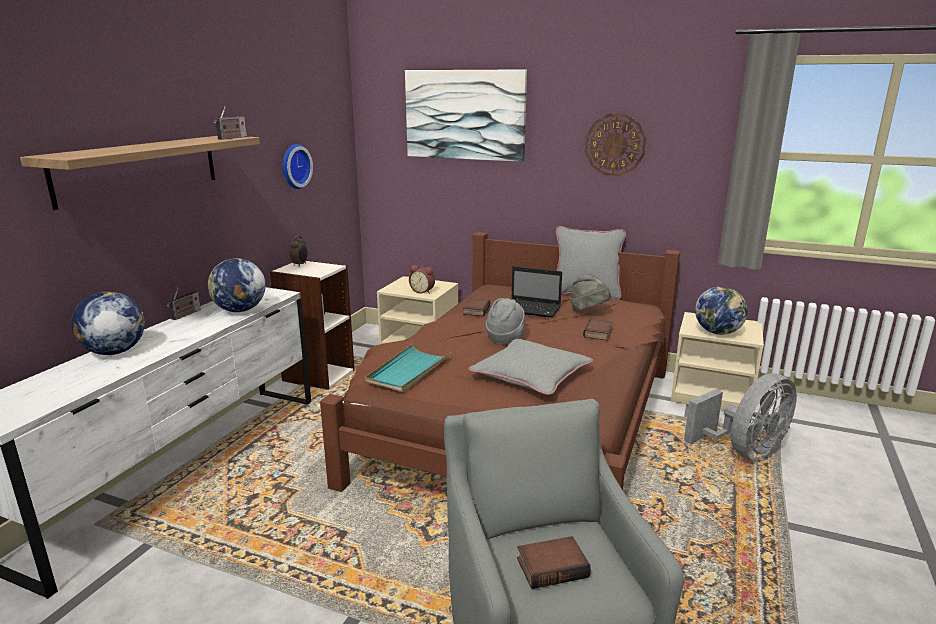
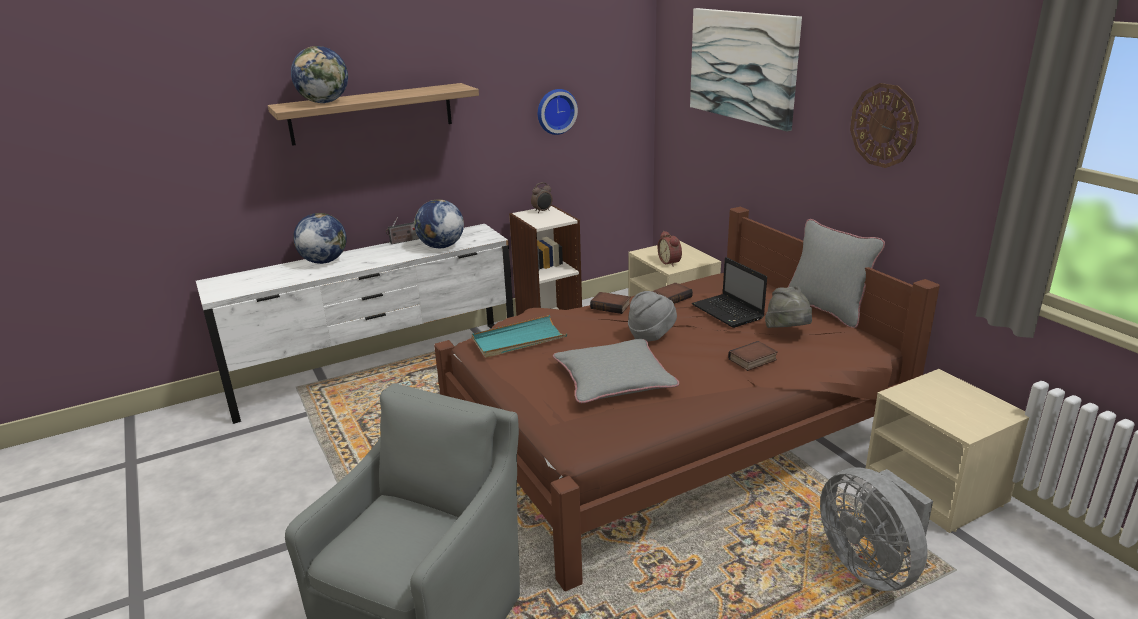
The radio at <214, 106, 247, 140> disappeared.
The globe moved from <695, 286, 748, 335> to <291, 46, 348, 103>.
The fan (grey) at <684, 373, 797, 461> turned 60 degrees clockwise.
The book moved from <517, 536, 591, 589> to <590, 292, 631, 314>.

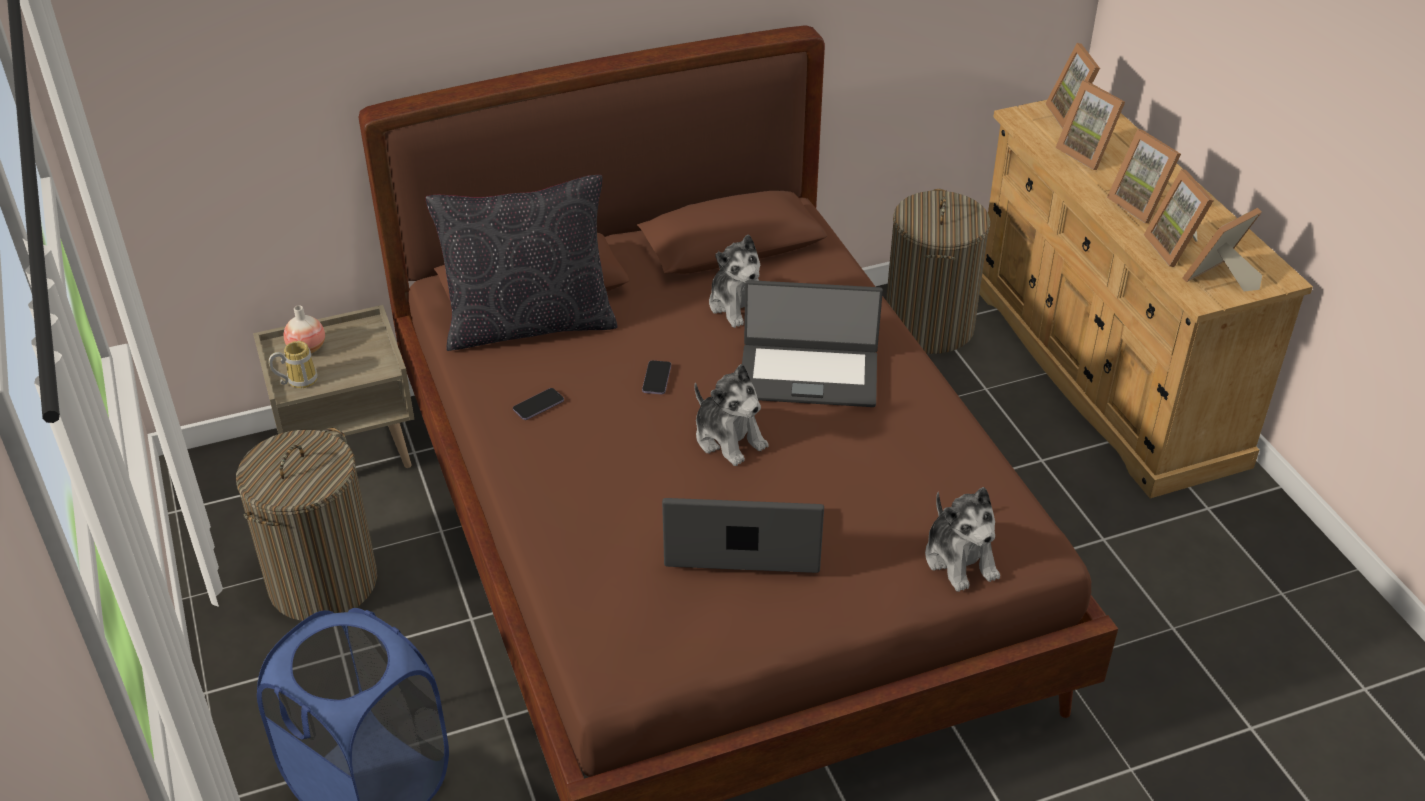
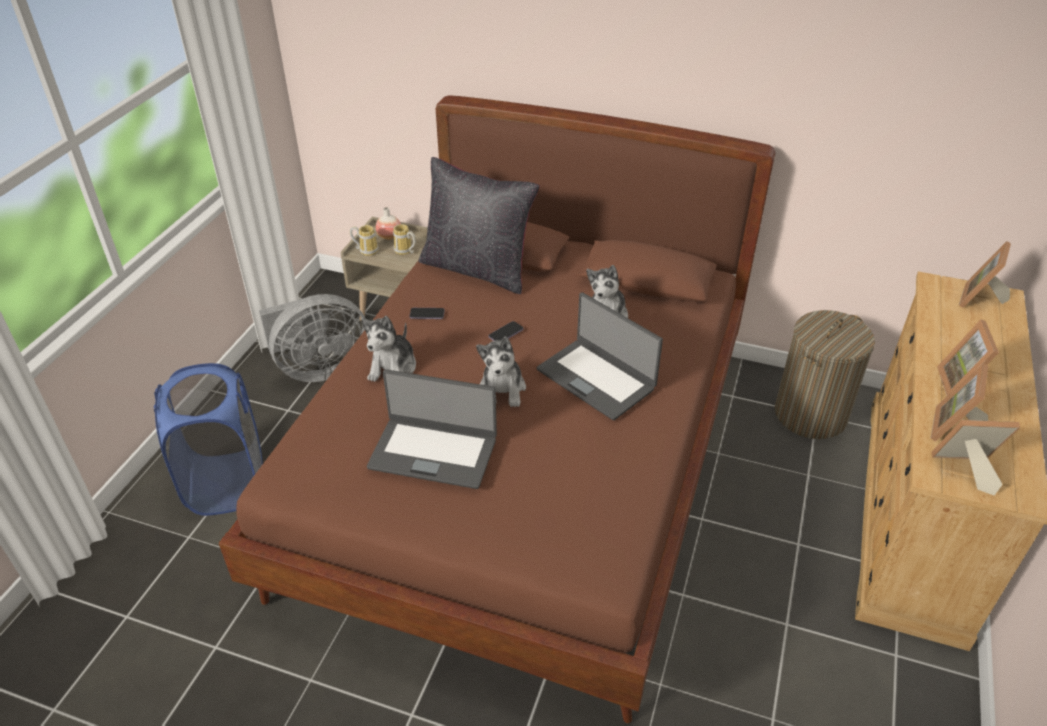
The picture frame at <1056, 80, 1125, 170> disappeared.
The laundry basket at <236, 428, 377, 621> was replaced by the fan (grey) at <259, 294, 366, 382>.
The plush toy moved from <925, 487, 1000, 592> to <361, 316, 416, 382>.
The laptop at <662, 498, 824, 573> turned 150 degrees clockwise.
The mug at <393, 224, 416, 255> appeared.

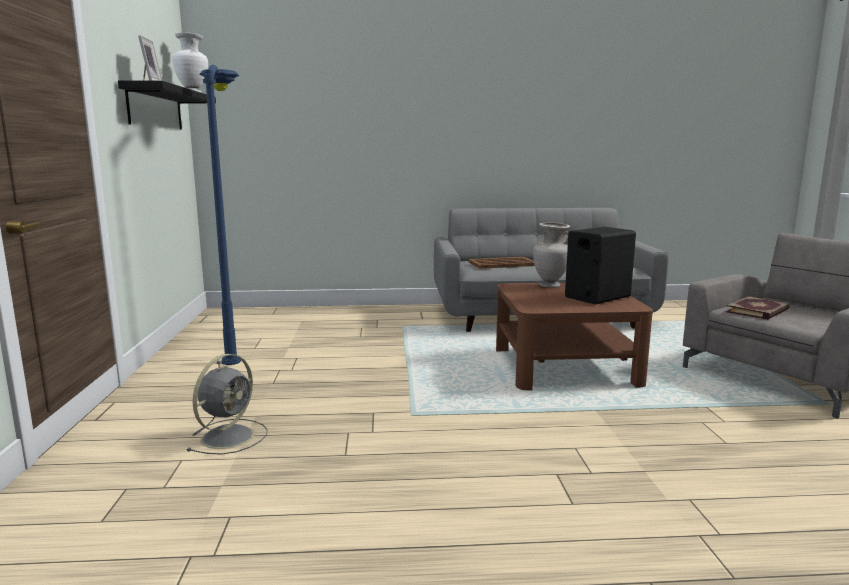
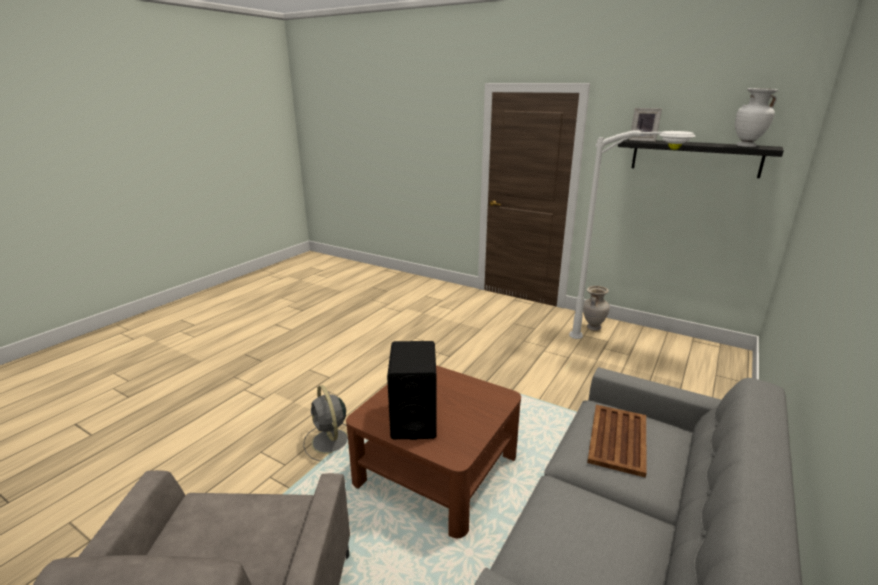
The floor lamp (blue) at <199, 65, 241, 365> became the floor lamp (white) at <569, 130, 696, 339>.
The vase (beige) moved from <533, 223, 570, 288> to <583, 286, 610, 331>.
The book at <726, 296, 790, 320> disappeared.
The fan (grey) moved from <186, 354, 267, 455> to <303, 385, 348, 461>.

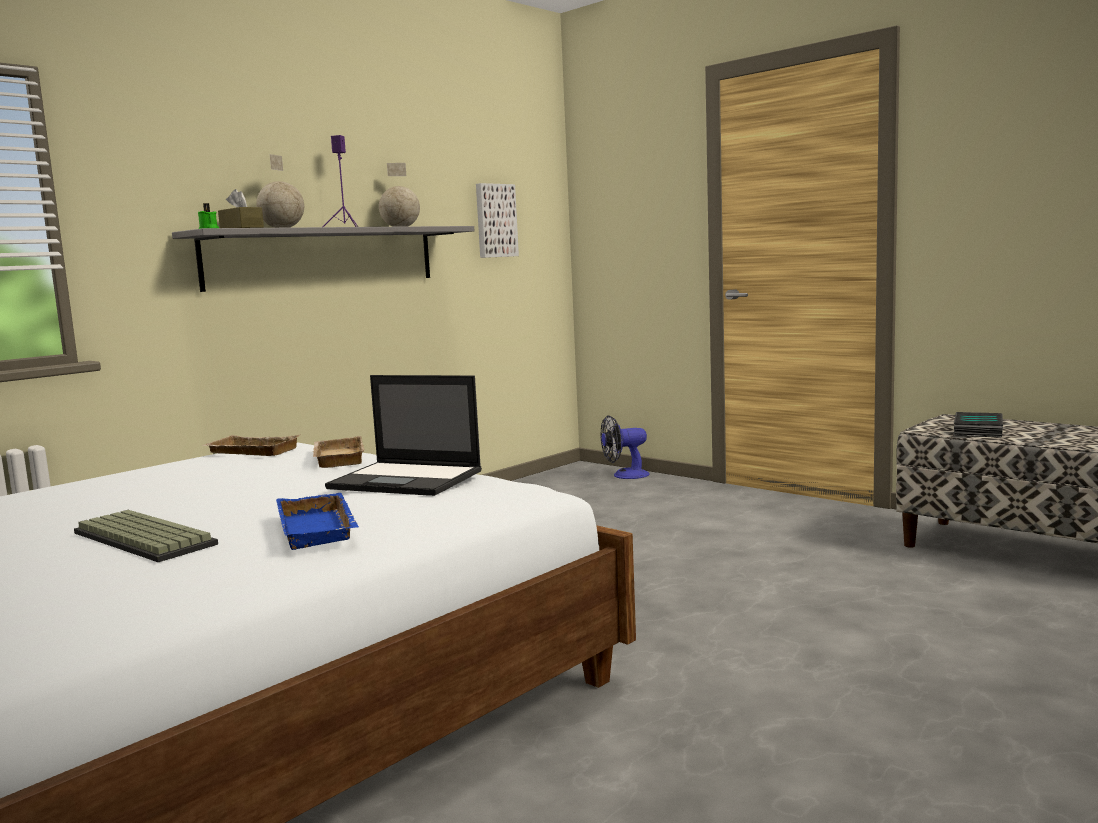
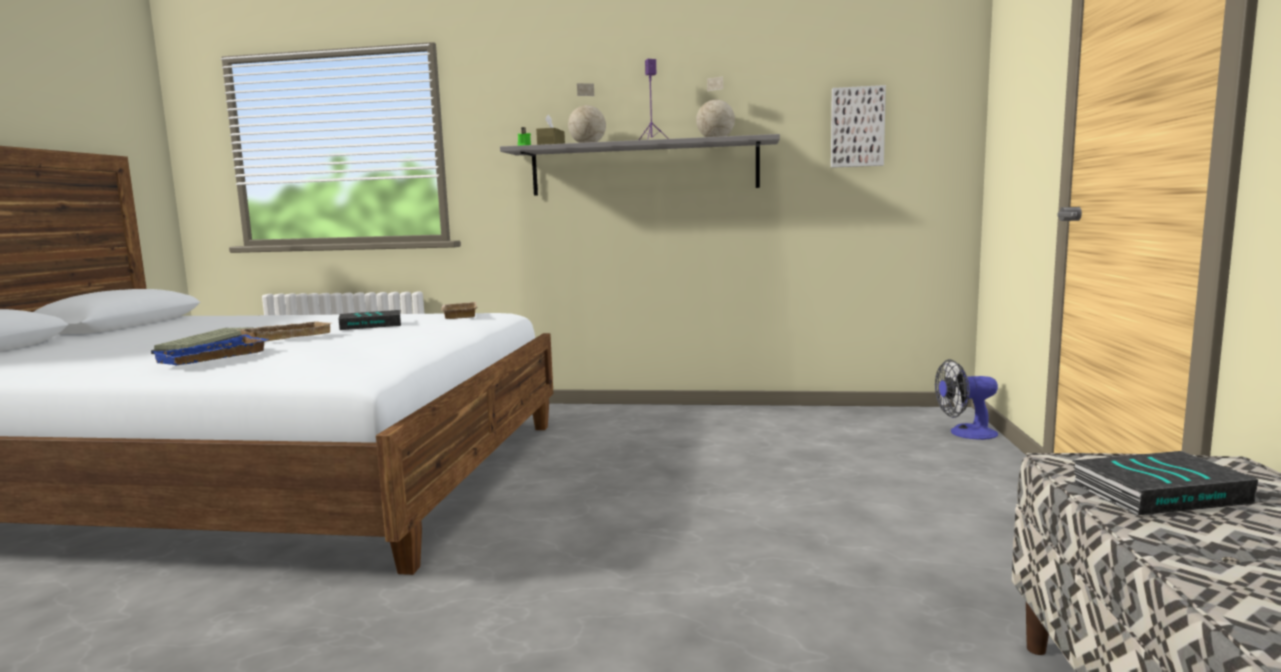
The laptop at <325, 375, 482, 496> disappeared.
The fan at <600, 415, 650, 479> turned 45 degrees counterclockwise.
The tray (beige) moved from <312, 436, 365, 468> to <236, 321, 331, 342>.
The book at <338, 310, 401, 330> appeared.

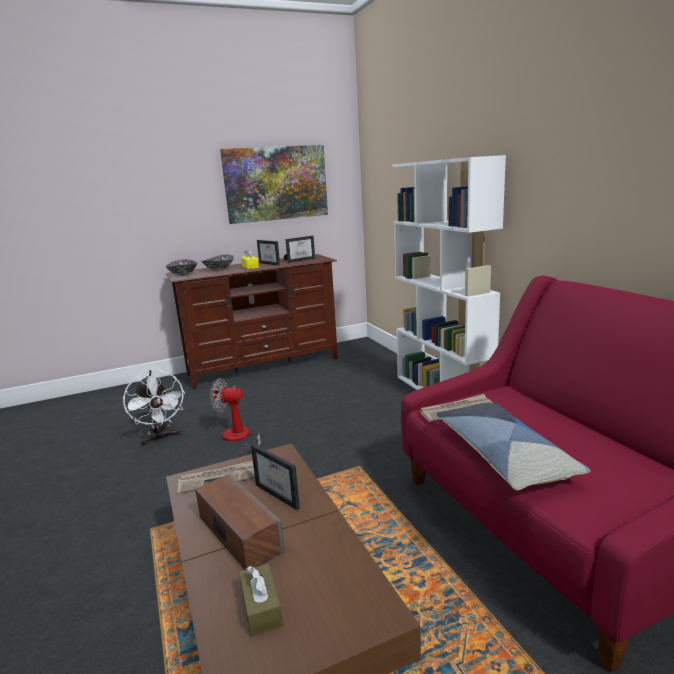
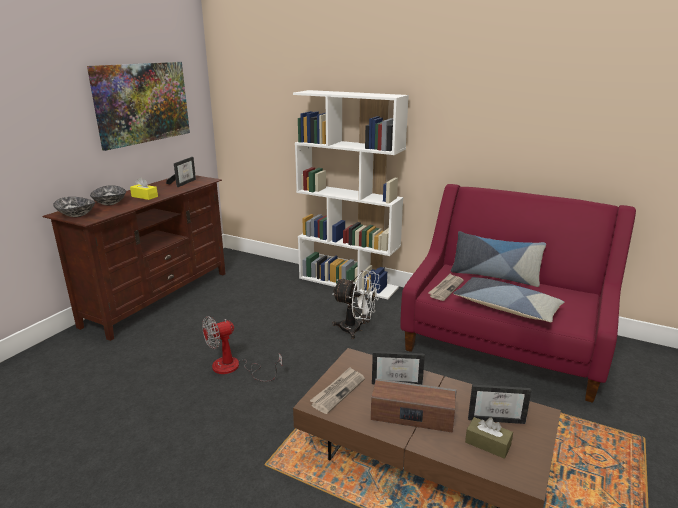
The picture frame moved from <257, 240, 280, 266> to <468, 385, 532, 424>.
The fan (white) moved from <123, 370, 185, 446> to <332, 270, 380, 339>.
The pillow at <451, 231, 546, 287> appeared.

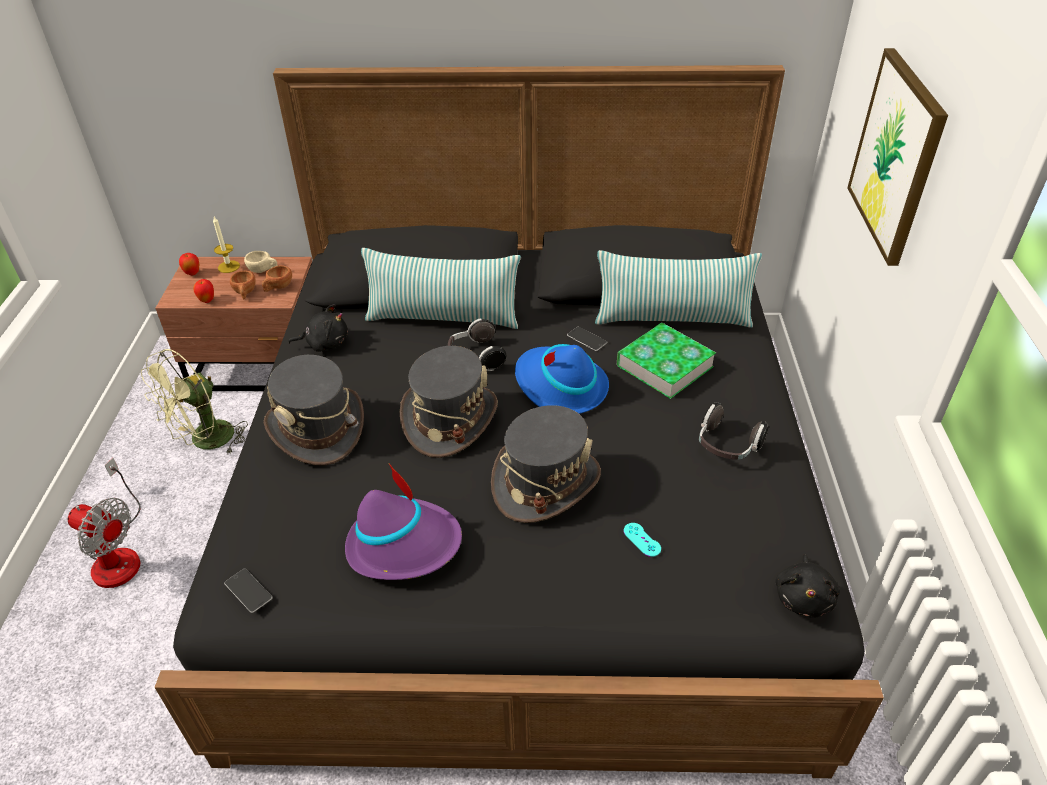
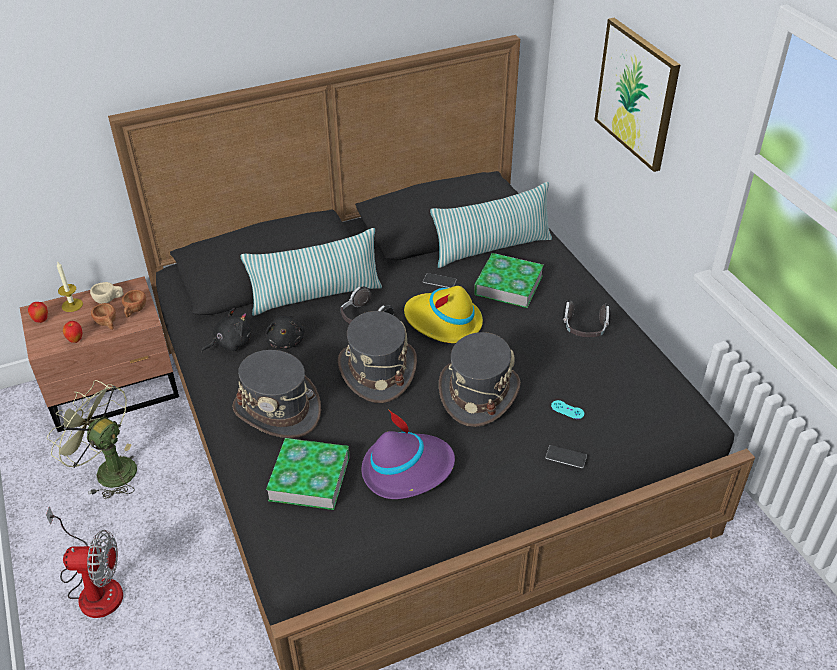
The hat (blue) at <515, 344, 609, 414> became the hat (yellow) at <404, 286, 483, 343>.
The fan (green) at <141, 349, 248, 454> turned 105 degrees clockwise.
The plush toy (black) moved from <775, 554, 840, 618> to <265, 316, 305, 349>.
The phone moved from <224, 569, 272, 613> to <545, 445, 587, 468>.
The book at <266, 438, 350, 510> appeared.

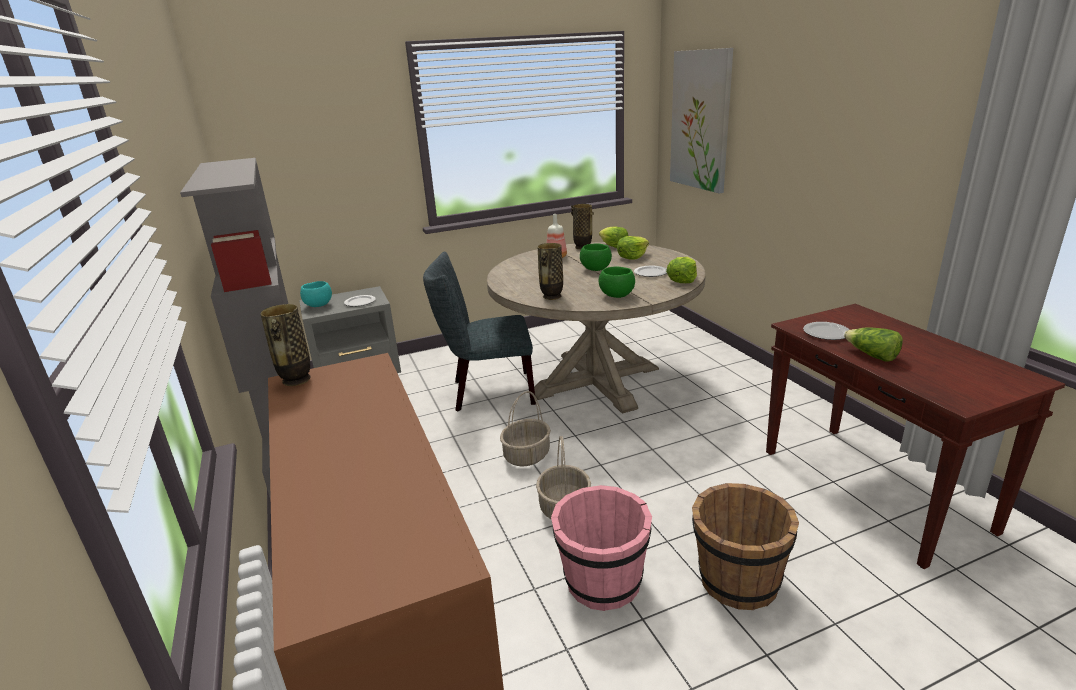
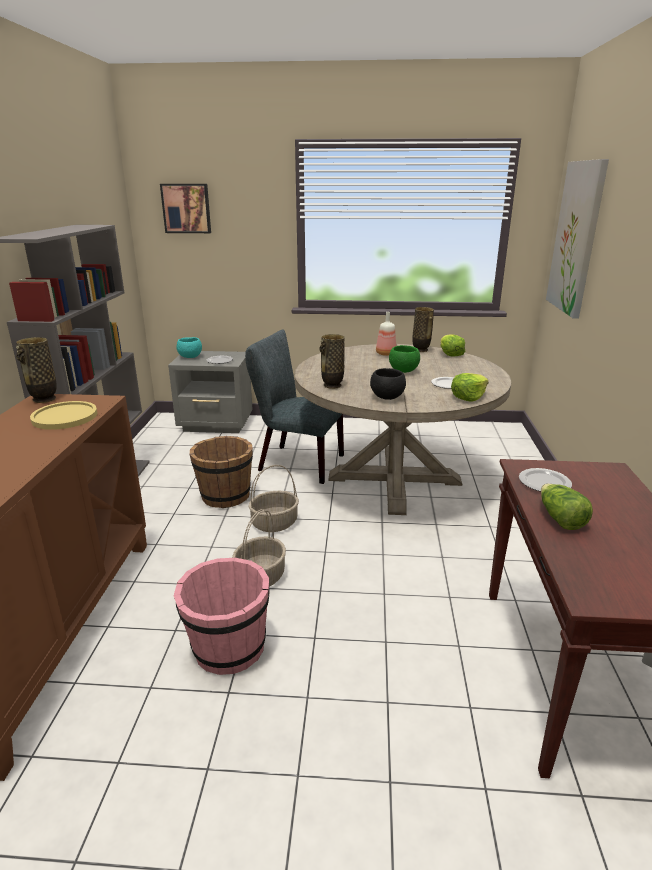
The lettuce at <617, 236, 649, 260> disappeared.
The bowl (green) at <599, 267, 635, 298> became the bowl (black) at <370, 368, 406, 400>.
The bucket (brown) moved from <692, 483, 799, 610> to <190, 436, 253, 508>.
The picture at <160, 184, 211, 233> appeared.
The plate (yellow) at <30, 401, 97, 430> appeared.

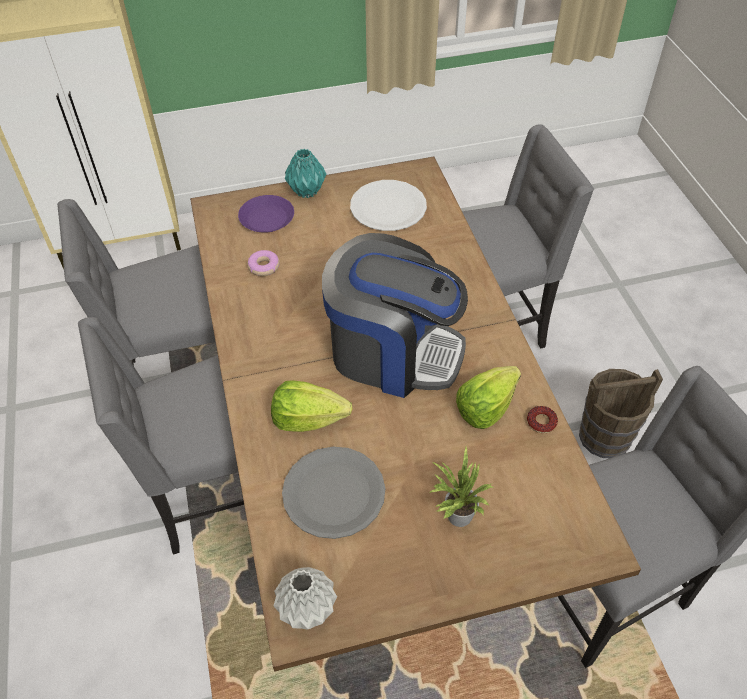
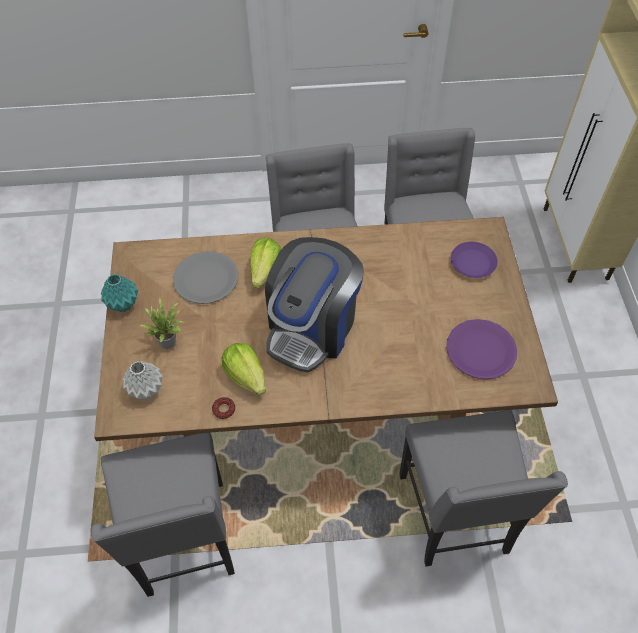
The vase (turquoise) moved from <285, 149, 326, 198> to <101, 274, 138, 312>.
The plate (white) at <350, 180, 427, 231> became the plate (purple) at <446, 319, 517, 379>.
The donut at <247, 250, 280, 276> disappeared.
The bucket (brown) at <579, 369, 663, 458> disappeared.
The vase (grey) moved from <273, 567, 337, 629> to <123, 361, 163, 399>.

